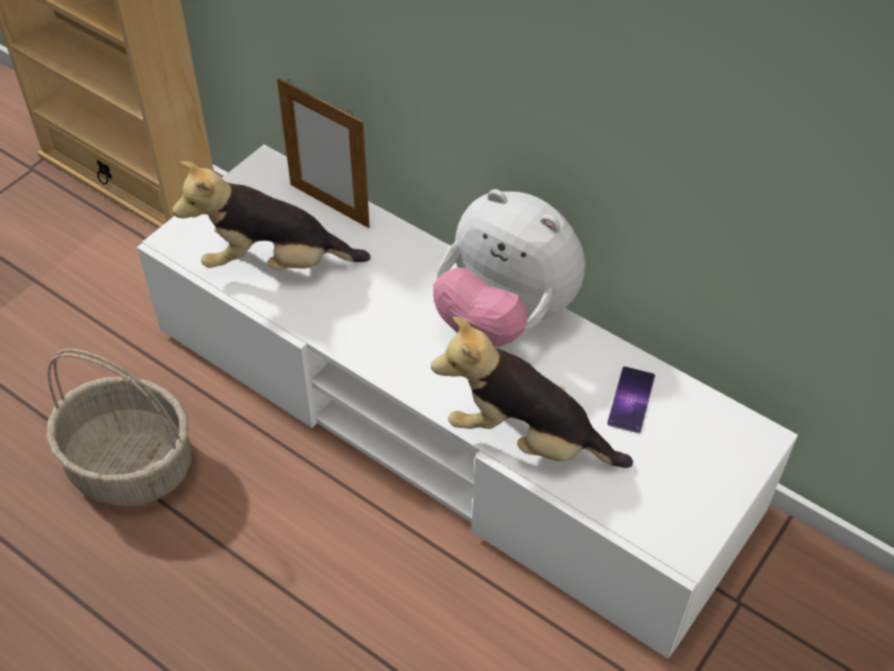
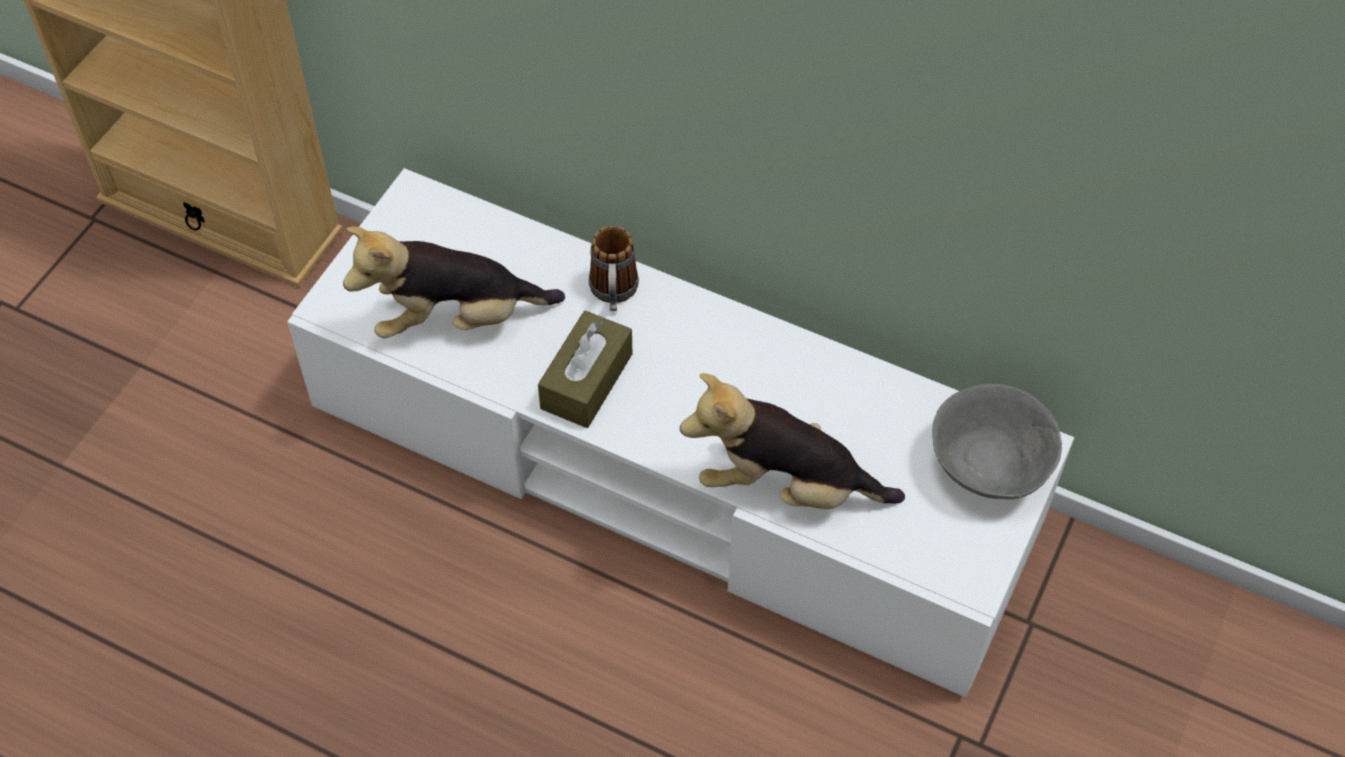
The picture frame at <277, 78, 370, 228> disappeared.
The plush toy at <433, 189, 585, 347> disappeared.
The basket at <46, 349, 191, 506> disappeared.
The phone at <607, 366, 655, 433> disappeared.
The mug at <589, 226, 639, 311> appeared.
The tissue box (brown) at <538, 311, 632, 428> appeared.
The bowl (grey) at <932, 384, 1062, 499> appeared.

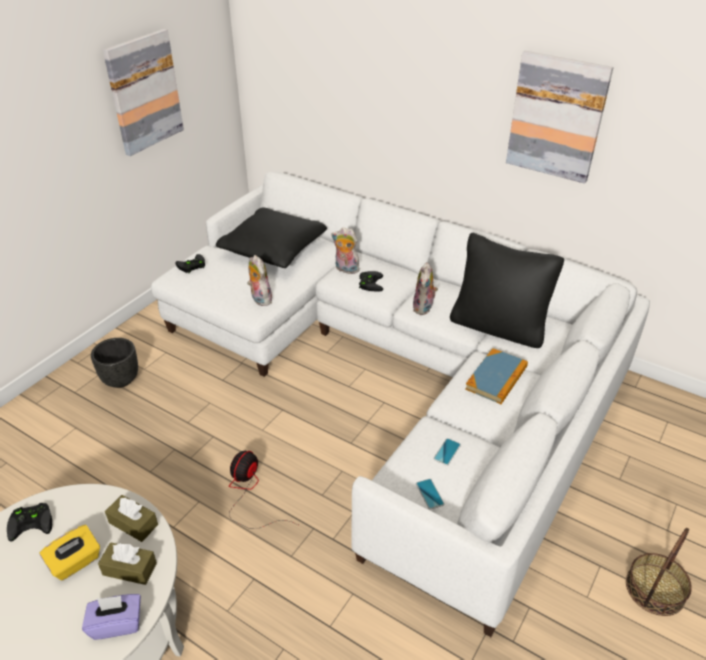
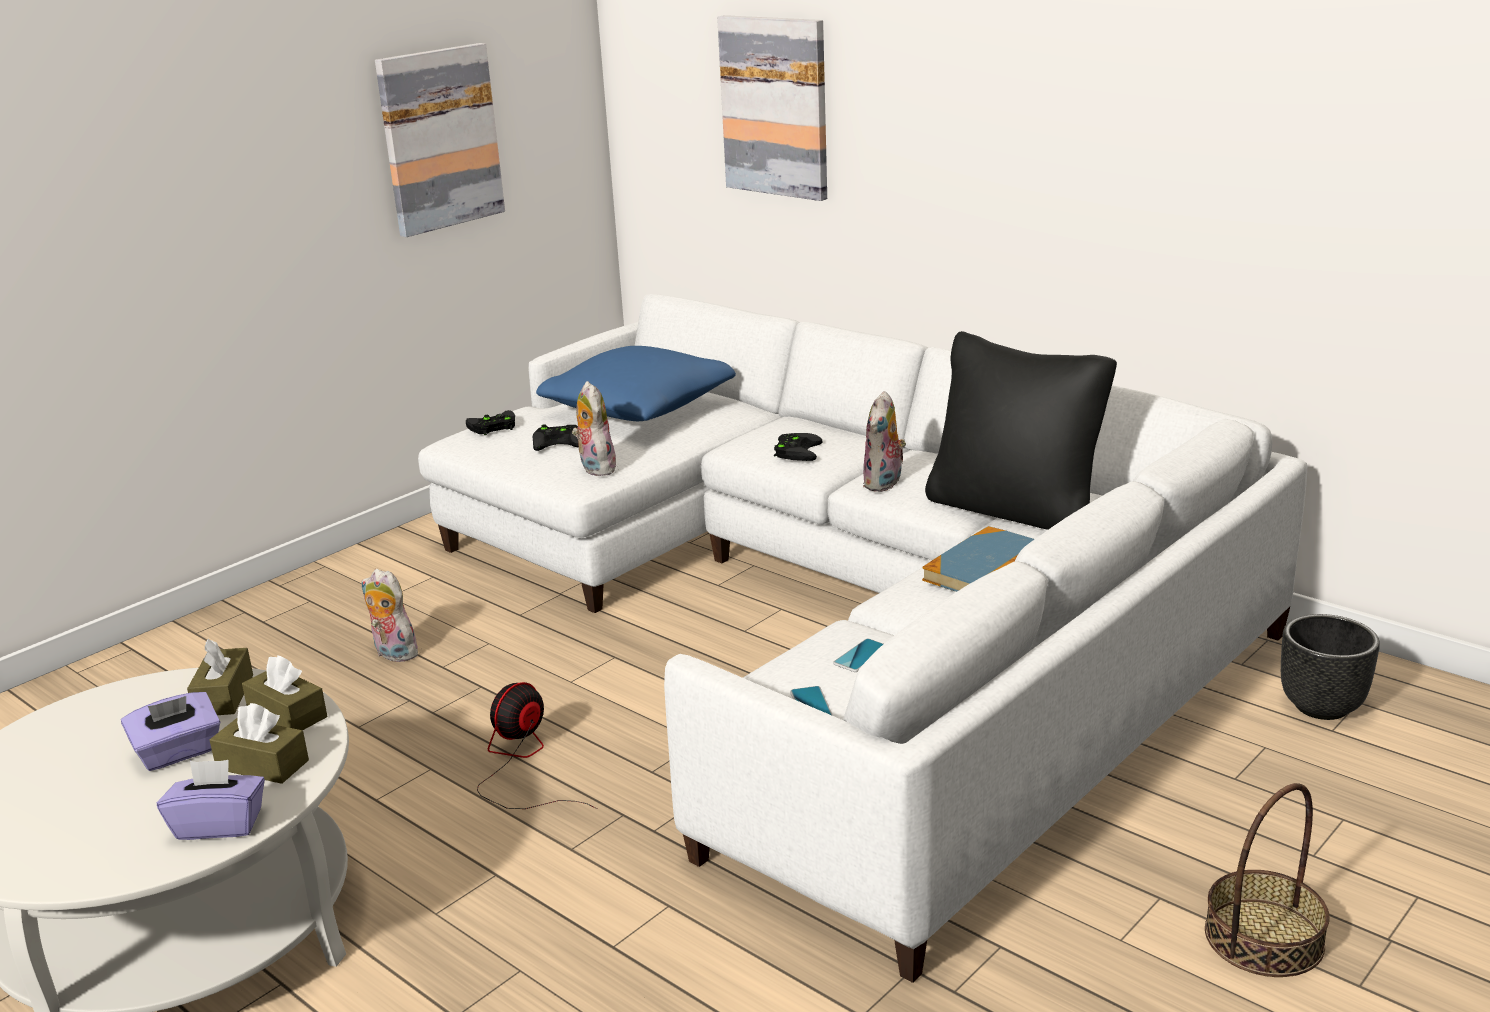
The picture moved from <506, 51, 614, 184> to <717, 15, 827, 201>.
The pillow (black) at <216, 207, 327, 268> became the pillow (blue) at <536, 346, 736, 421>.
The plush toy moved from <331, 227, 360, 274> to <361, 569, 418, 662>.
The planter (black) moved from <91, 338, 138, 388> to <1281, 614, 1380, 720>.
The game controller (black) moved from <7, 503, 52, 542> to <533, 424, 578, 451>.
The tissue box (yellow) at <39, 525, 100, 580> became the tissue box (purple) at <121, 692, 220, 771>.
The tissue box (brown) at <187, 639, 253, 715> appeared.

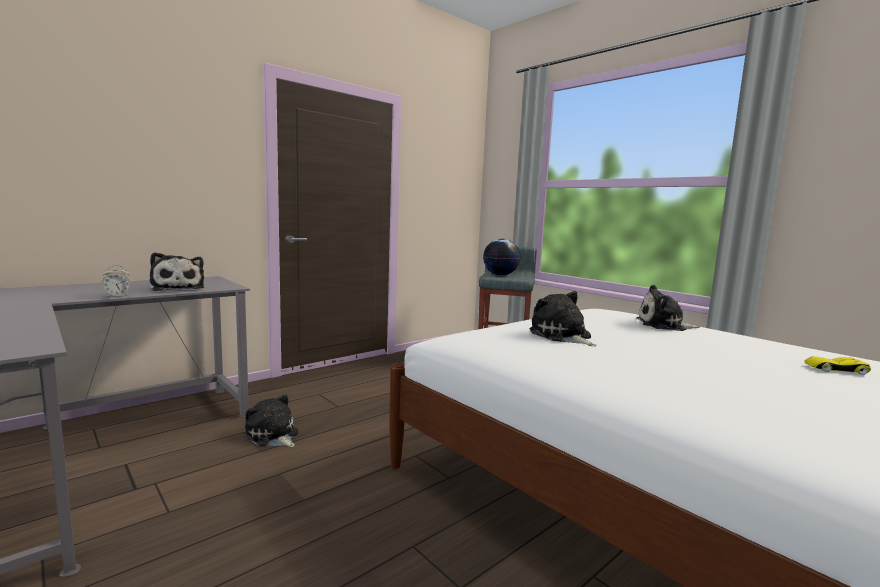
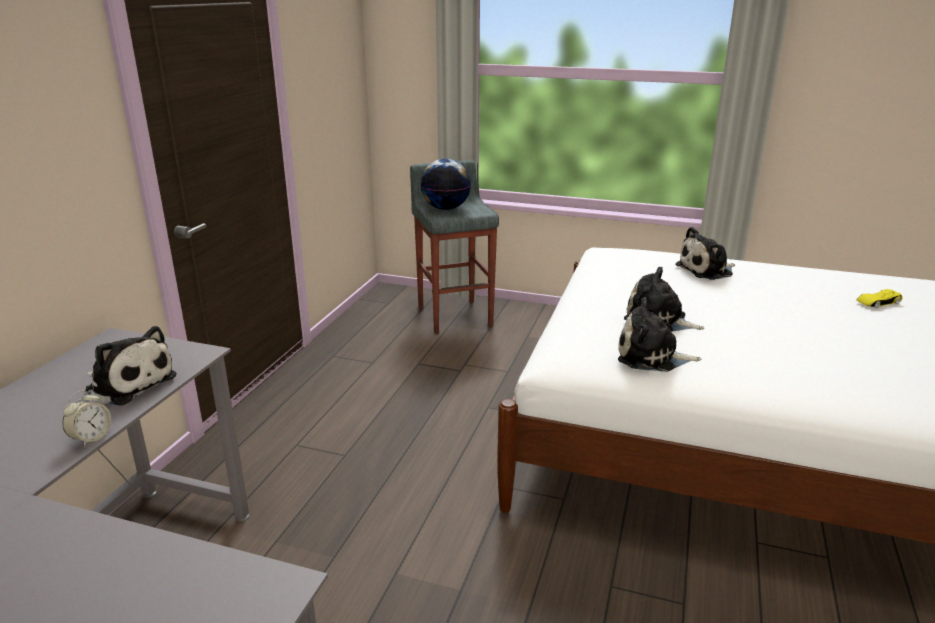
The plush toy moved from <245, 394, 298, 447> to <618, 297, 701, 372>.

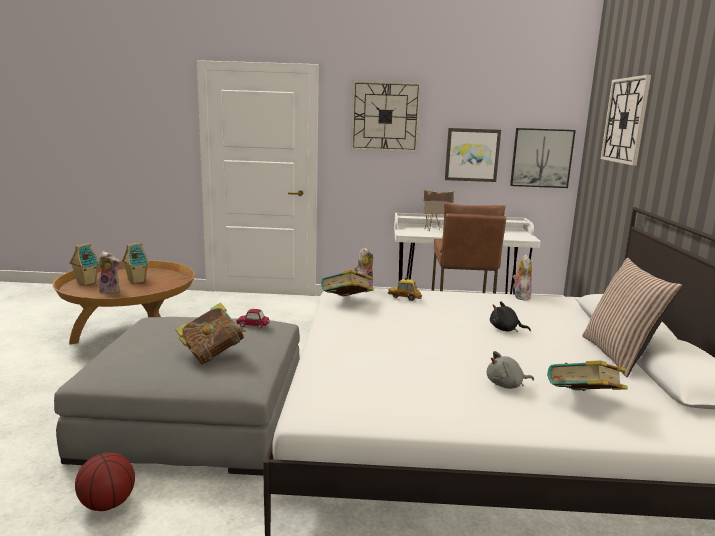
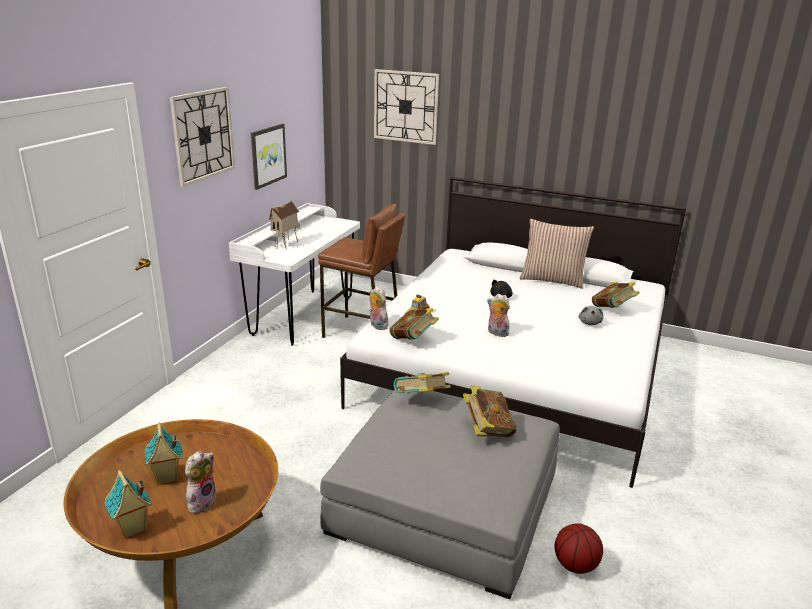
The picture at <510, 128, 576, 188> disappeared.
The plush toy moved from <513, 255, 532, 300> to <487, 294, 510, 337>.
The toy car at <236, 309, 270, 329> was replaced by the book at <394, 372, 451, 393>.

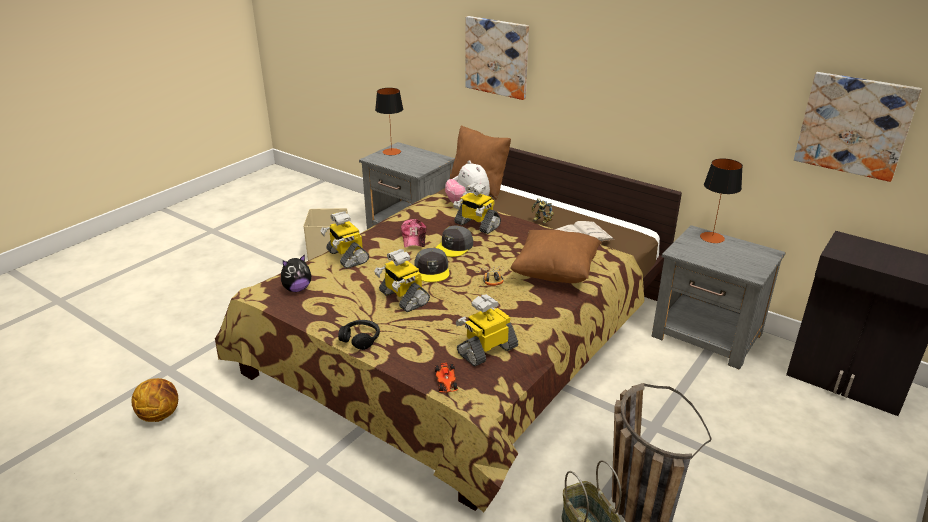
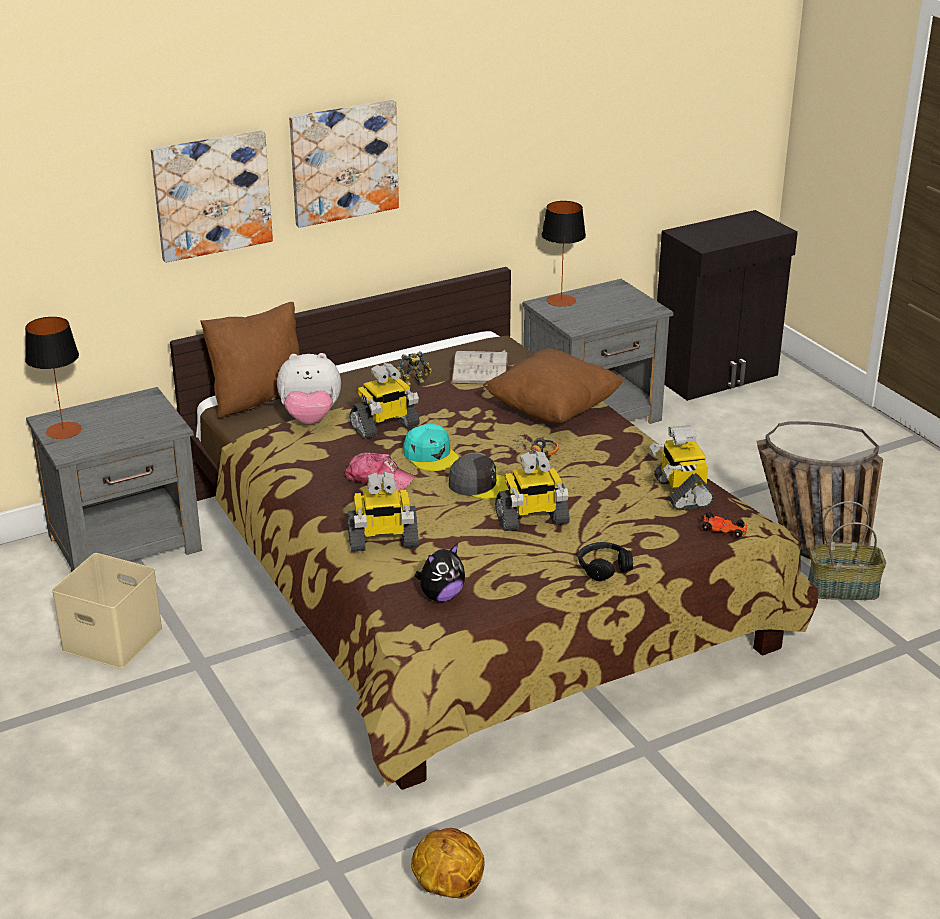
The picture moved from <794, 72, 922, 182> to <289, 100, 399, 228>.
The cap (grey) at <436, 225, 473, 257> became the cap (turquoise) at <403, 424, 459, 471>.
The plush toy at <281, 254, 311, 292> turned 60 degrees clockwise.

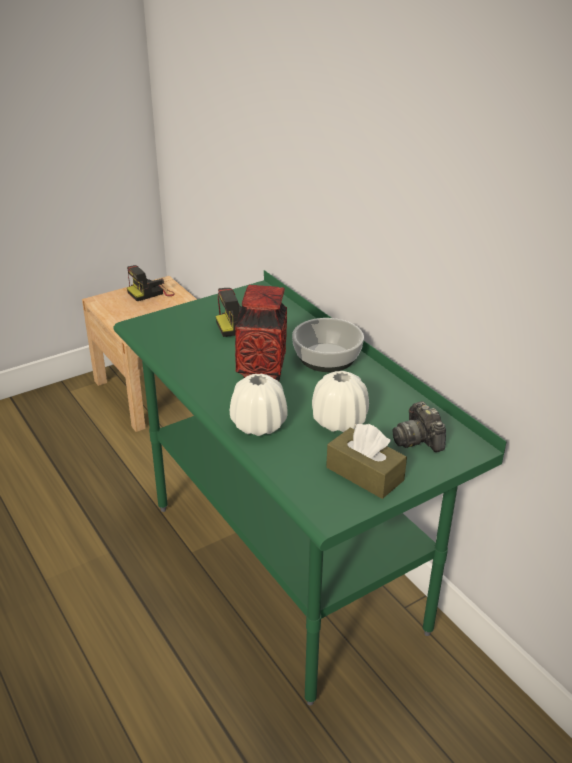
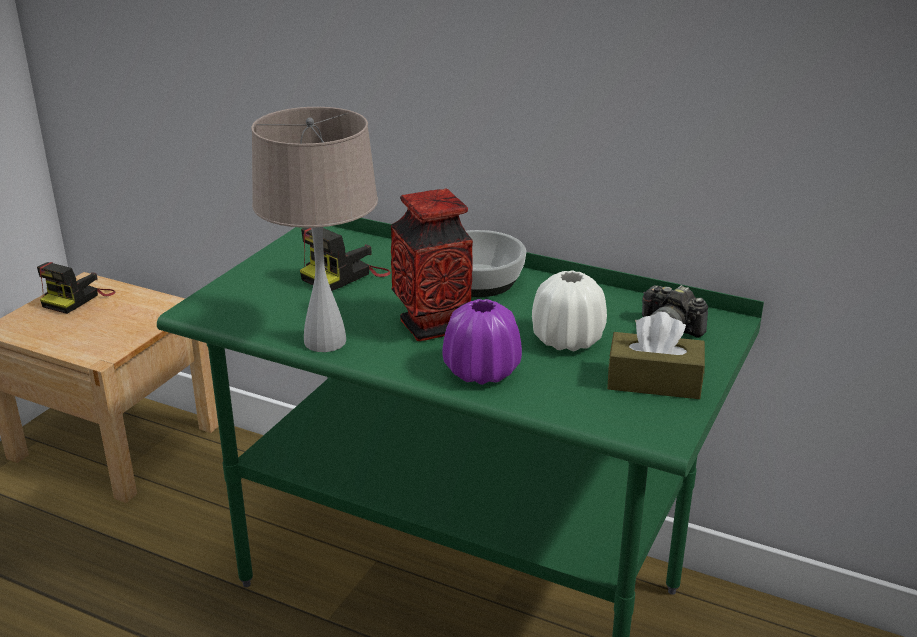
The vase (white) at <230, 374, 288, 436> became the vase (purple) at <443, 299, 522, 385>.
The table lamp (beige) at <251, 107, 378, 352> appeared.

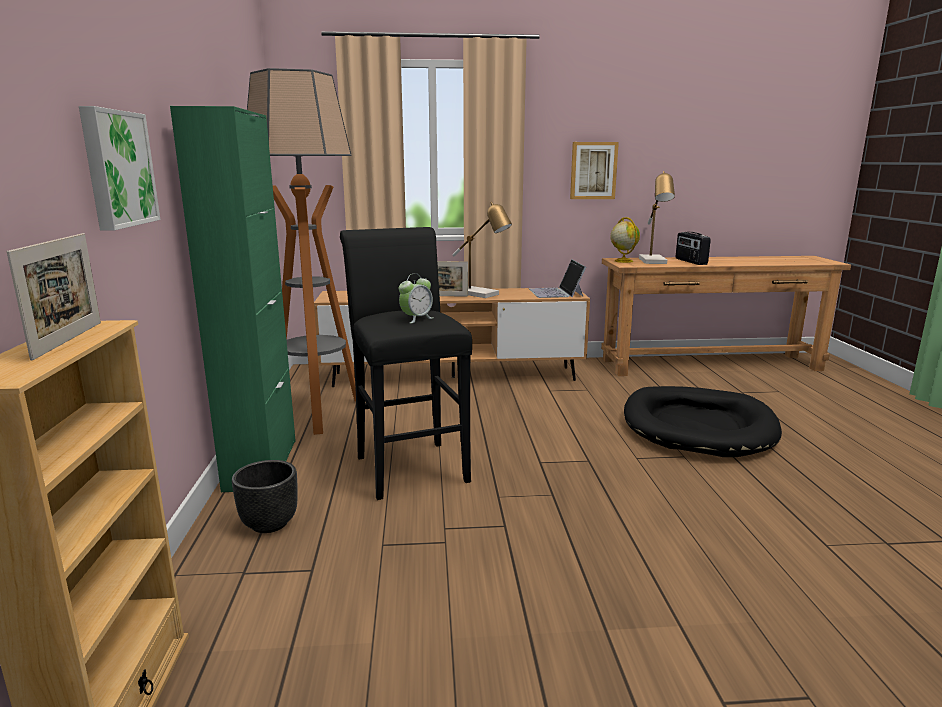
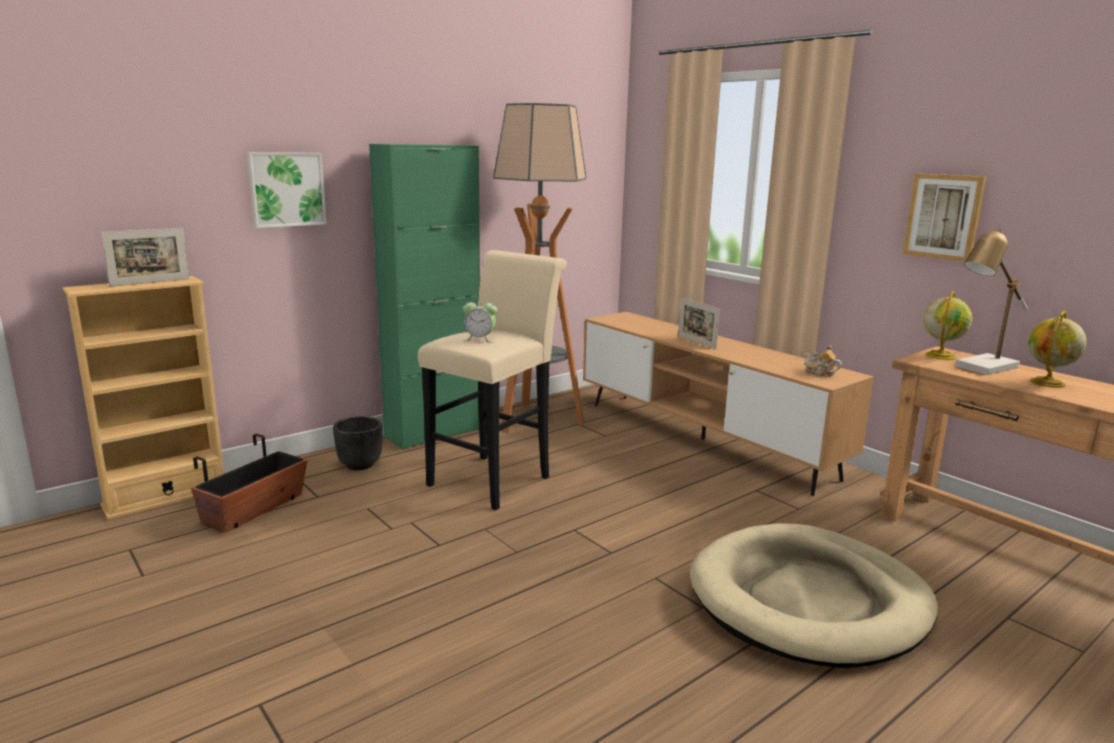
The table lamp at <452, 202, 512, 298> disappeared.
The stool (black) at <340, 227, 472, 500> became the stool (beige) at <418, 250, 567, 510>.
The radio at <676, 232, 711, 265> was replaced by the globe at <1028, 311, 1087, 388>.
The laptop at <529, 259, 586, 298> was replaced by the teapot at <804, 345, 842, 377>.
The dog bed (black) at <624, 386, 782, 457> became the dog bed (beige) at <690, 523, 938, 668>.
The planter at <191, 434, 307, 533> appeared.

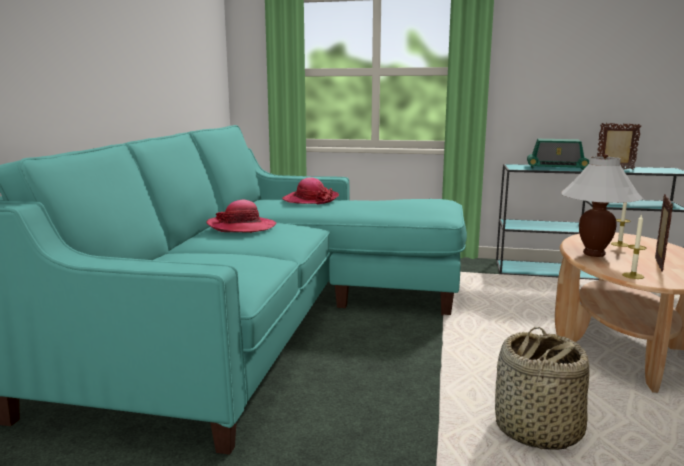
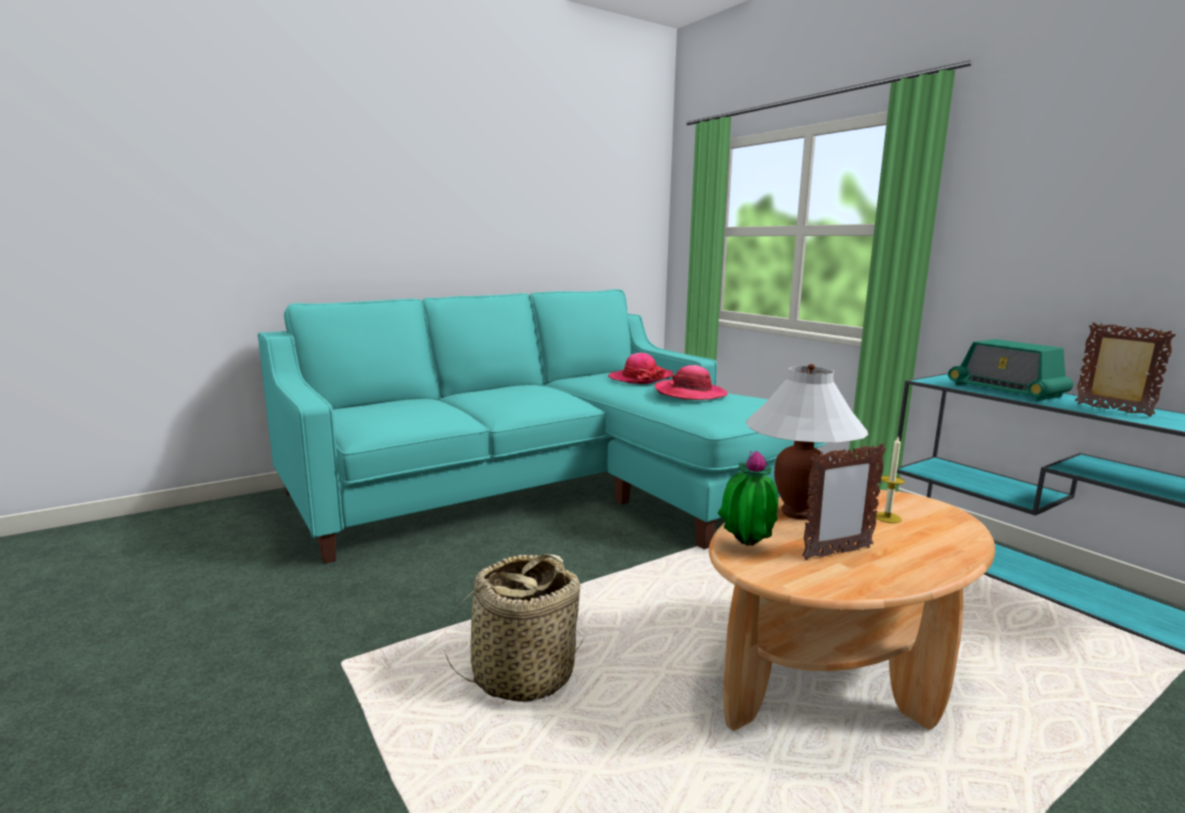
The hat moved from <206, 199, 277, 233> to <654, 365, 727, 400>.
The candle at <622, 214, 647, 279> was replaced by the potted plant at <717, 451, 778, 546>.

